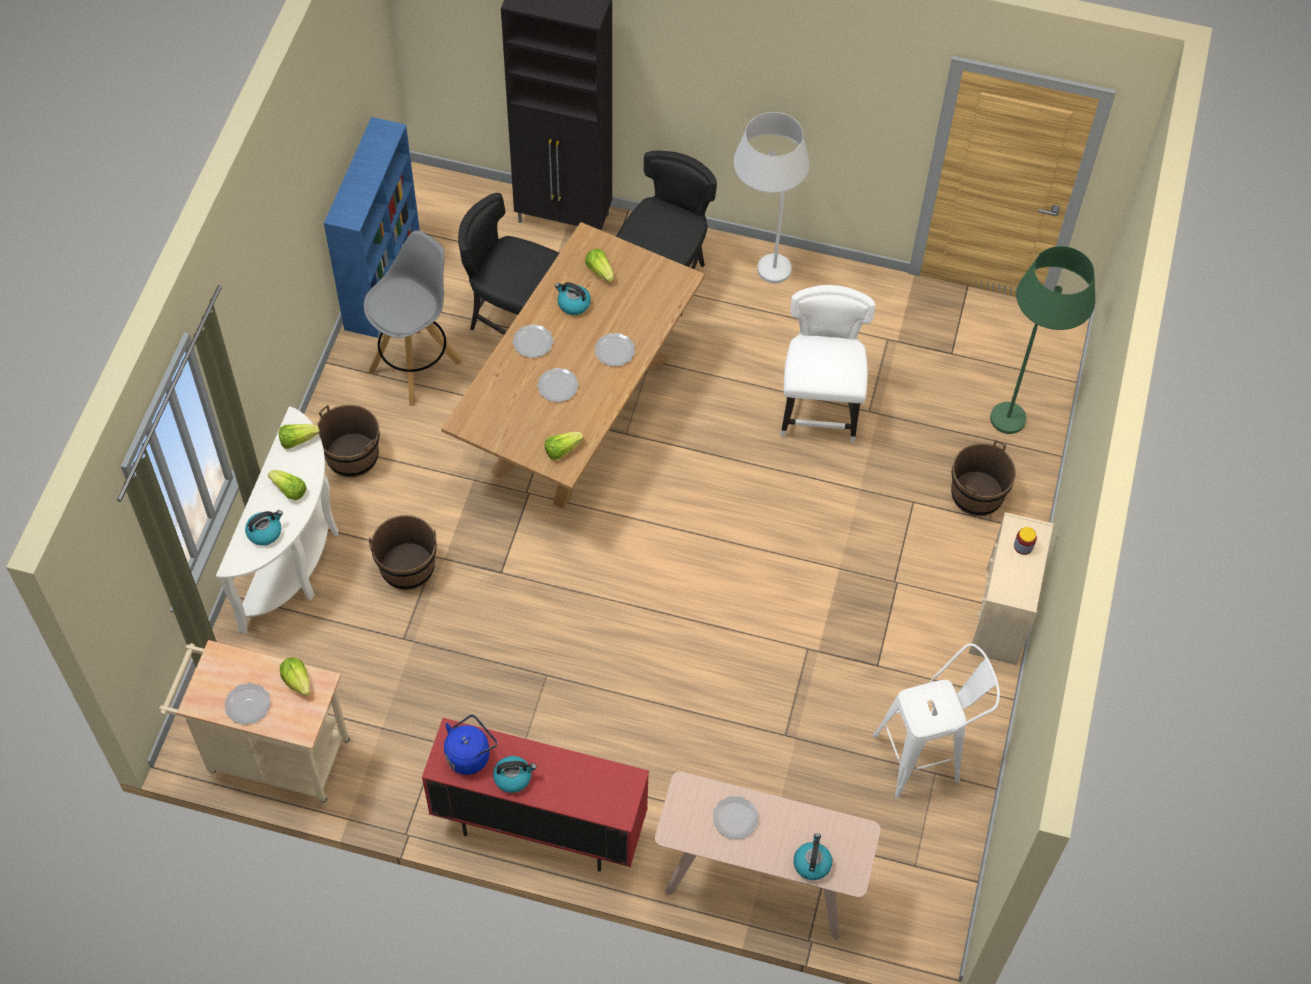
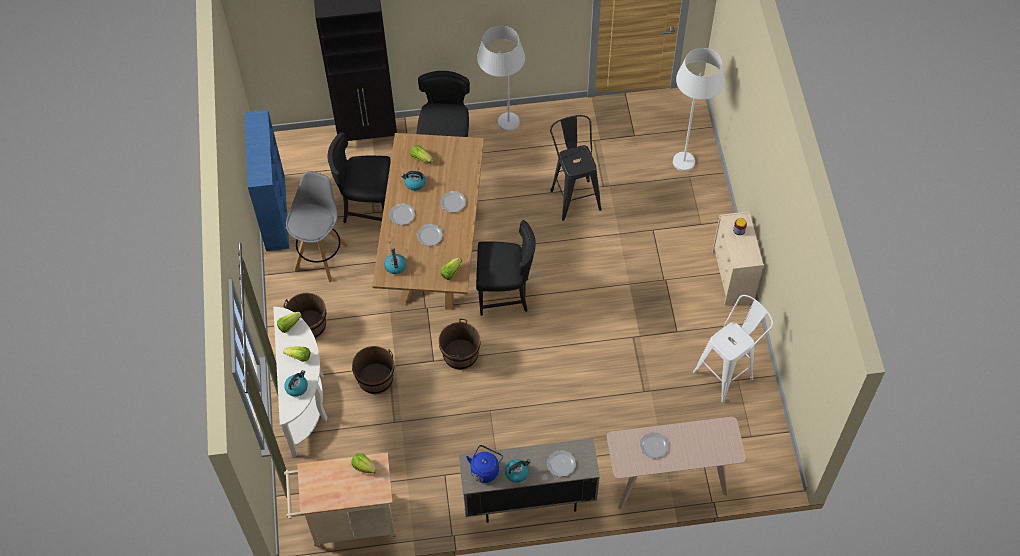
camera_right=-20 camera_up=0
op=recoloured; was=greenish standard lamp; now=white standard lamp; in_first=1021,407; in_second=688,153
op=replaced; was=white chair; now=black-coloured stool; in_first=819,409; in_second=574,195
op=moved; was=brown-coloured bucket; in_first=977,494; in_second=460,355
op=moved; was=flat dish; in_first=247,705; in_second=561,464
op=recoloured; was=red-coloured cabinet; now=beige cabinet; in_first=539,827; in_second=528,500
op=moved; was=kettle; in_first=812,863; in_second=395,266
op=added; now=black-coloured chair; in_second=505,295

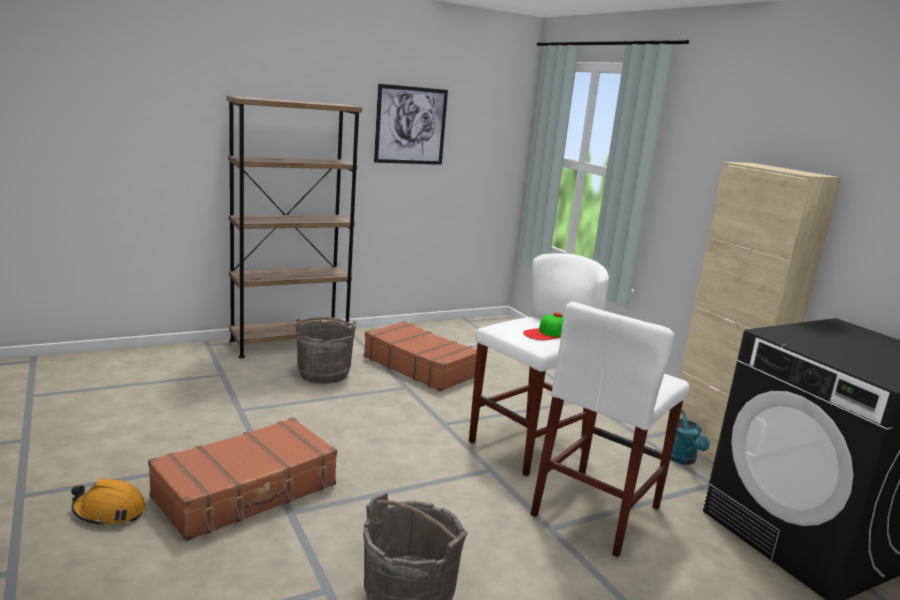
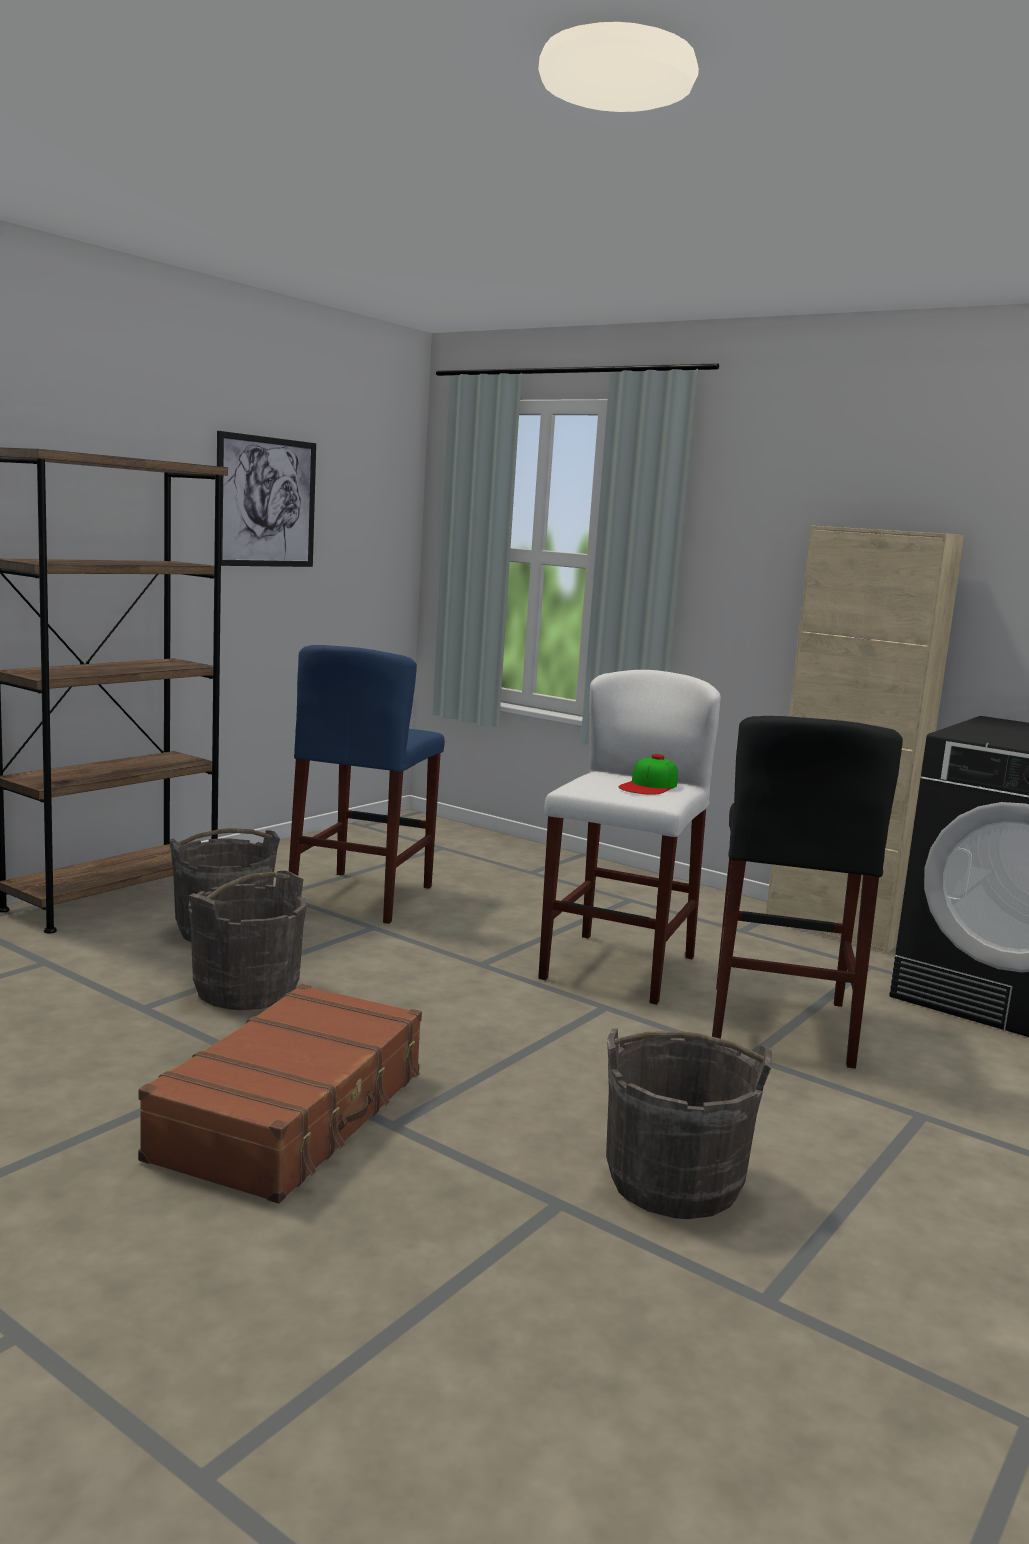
camera_right=-25 camera_up=-5
op=recoloured; was=white stool; now=black-coloured stool; in_first=596,511; in_second=780,1024
op=replaced; was=brown-coloured piece of luggage; now=blue stool; in_first=420,366; in_second=362,896
op=removed; was=blue-green sprinkling can; in_first=682,460
op=removed; was=orange hard hat; in_first=109,512
op=added; now=greyish bucket; in_second=246,990

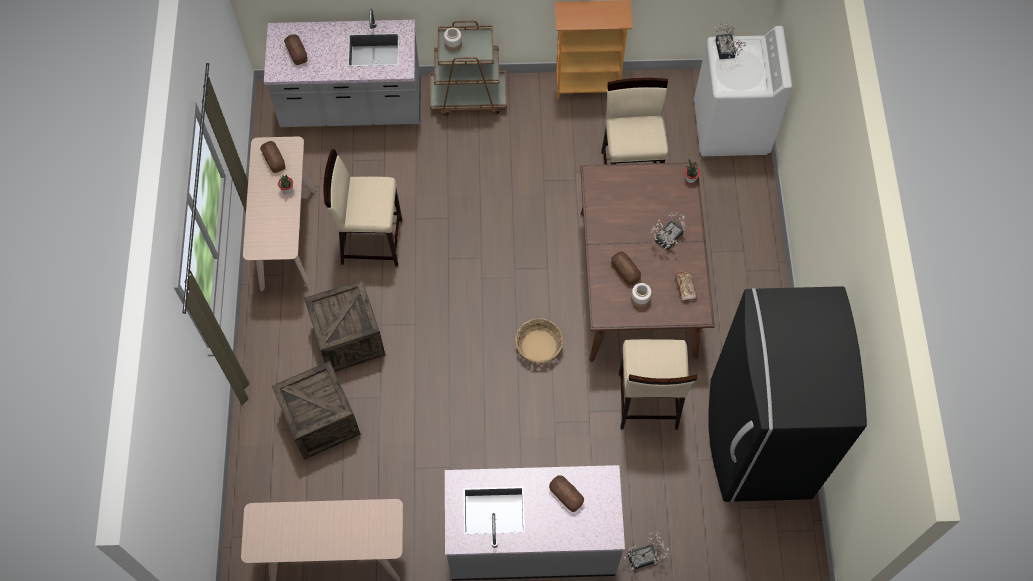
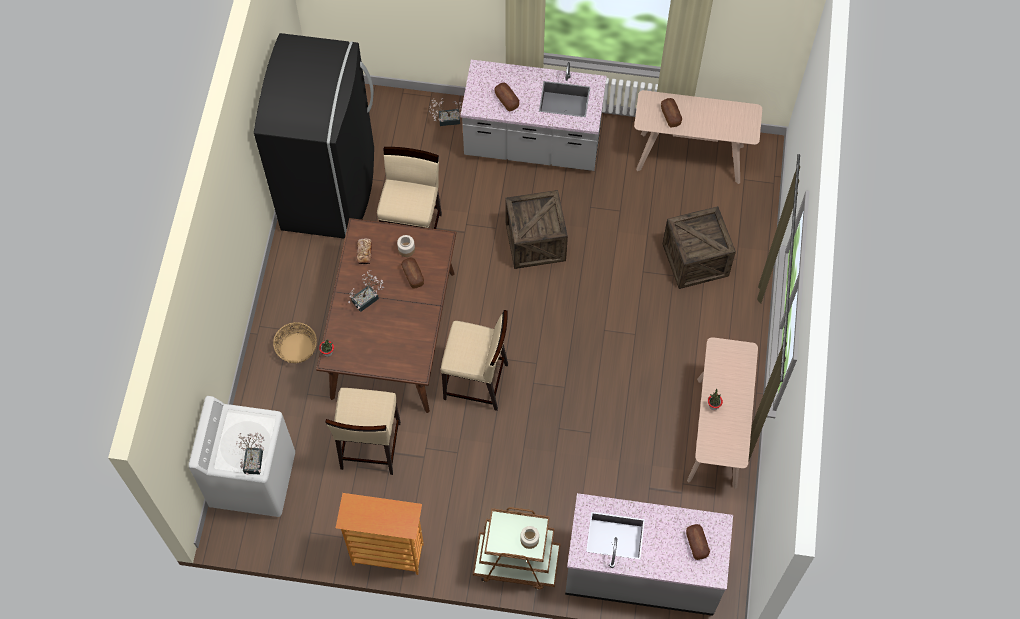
camera_right=-170 camera_up=0
op=moved; was=bread; in_first=274,160; in_second=670,116
op=moved; was=beige stool; in_first=371,241; in_second=476,382
op=moved; was=packing crate; in_first=348,338; in_second=535,242
op=moved; was=household basket; in_first=539,346; in_second=296,348

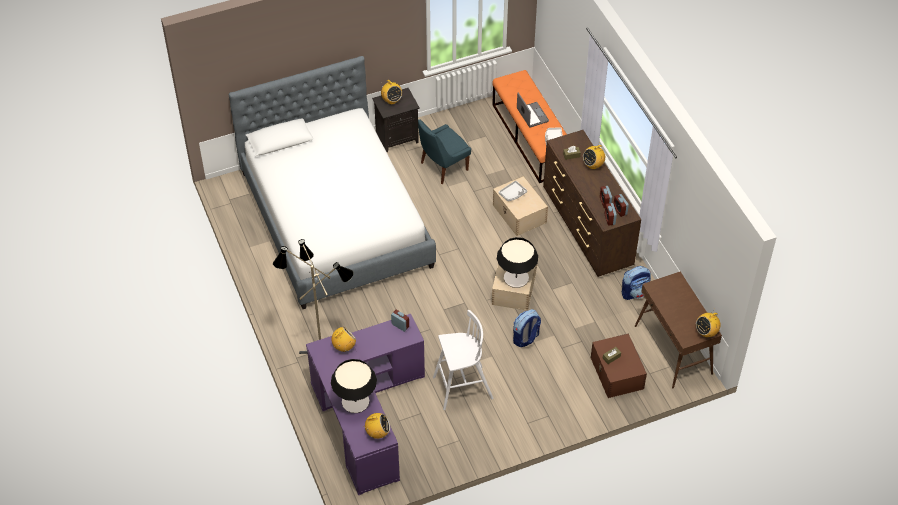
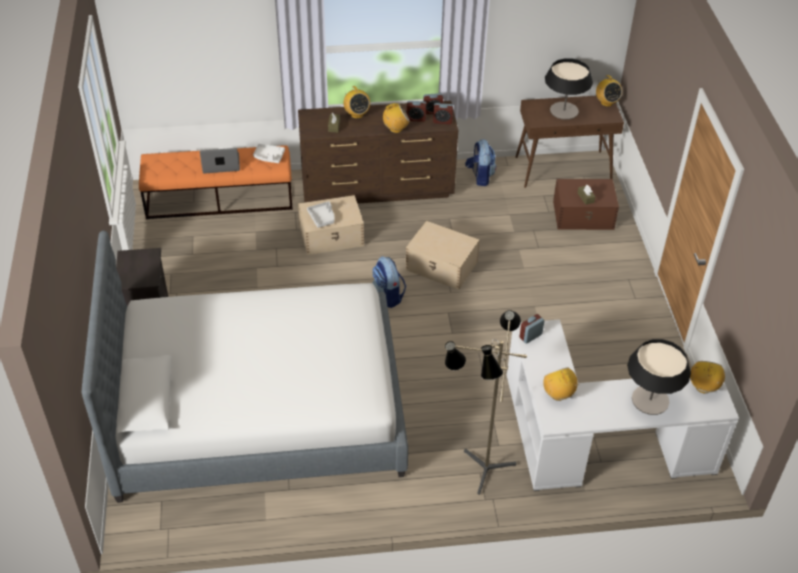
camera_right=-75 camera_up=-5
op=moved; was=radio; in_first=391,100; in_second=395,129
op=removed; was=blue chair; in_first=442,167
op=moved; was=table lamp; in_first=516,277; in_second=564,111
op=moved; was=rucksack; in_first=525,338; in_second=388,296
op=removed; was=white stool; in_first=461,388
op=recoloured; was=purple desk unit; now=white desk unit; in_first=364,413; in_second=593,443

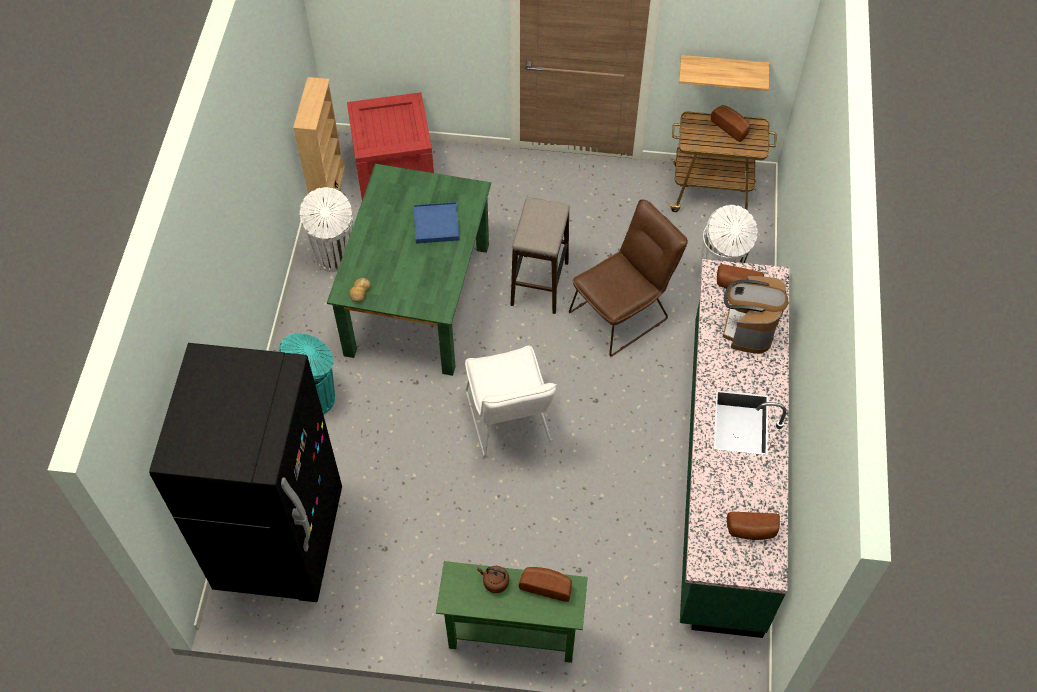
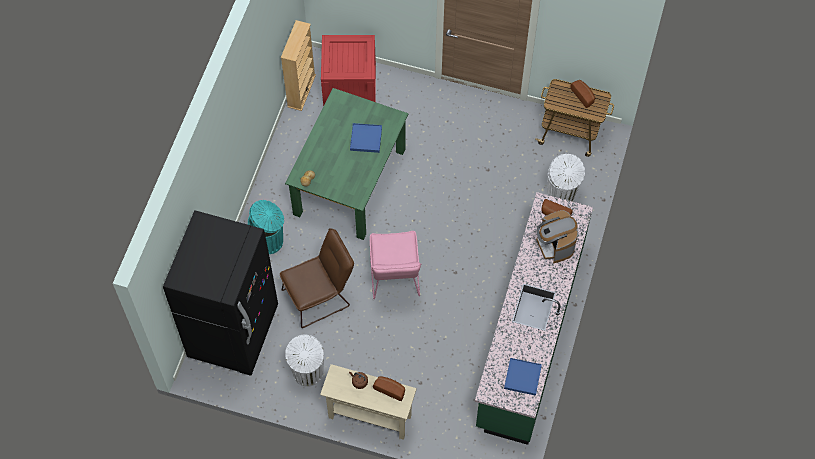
camera_right=10 camera_up=5
op=removed; was=shelf; in_first=723,69
op=moved; was=white trash can; in_first=335,257; in_second=308,373
op=removed; was=stool; in_first=540,283
op=moved; was=brown-coloured chair; in_first=623,312; in_second=320,296
op=turned; was=coffee brewer; in_first=748,328; in_second=554,245; clockwise=-45
op=recoloured; was=white chair; now=pink chair; in_first=509,423; in_second=395,279
op=replaced; was=bread; now=blue carrying tray; in_first=751,531; in_second=522,377
op=recoloured; was=greenish hall table; now=beige hall table; in_first=512,635; in_second=370,416

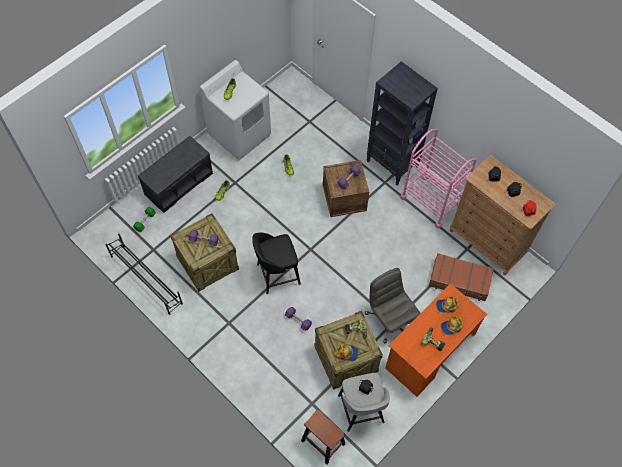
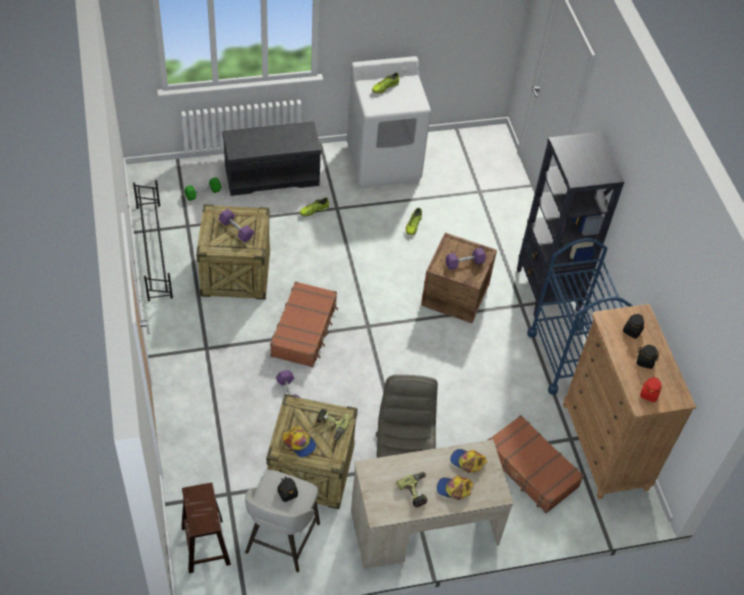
camera_right=30 camera_up=-10
op=recoloured; was=pink wheeled cart; now=blue wheeled cart; in_first=431,201; in_second=566,358
op=replaced; was=black-coloured stool; now=brown-coloured piece of luggage; in_first=276,274; in_second=304,330
op=recoloured; was=orange desk unit; now=beige desk unit; in_first=429,351; in_second=424,528

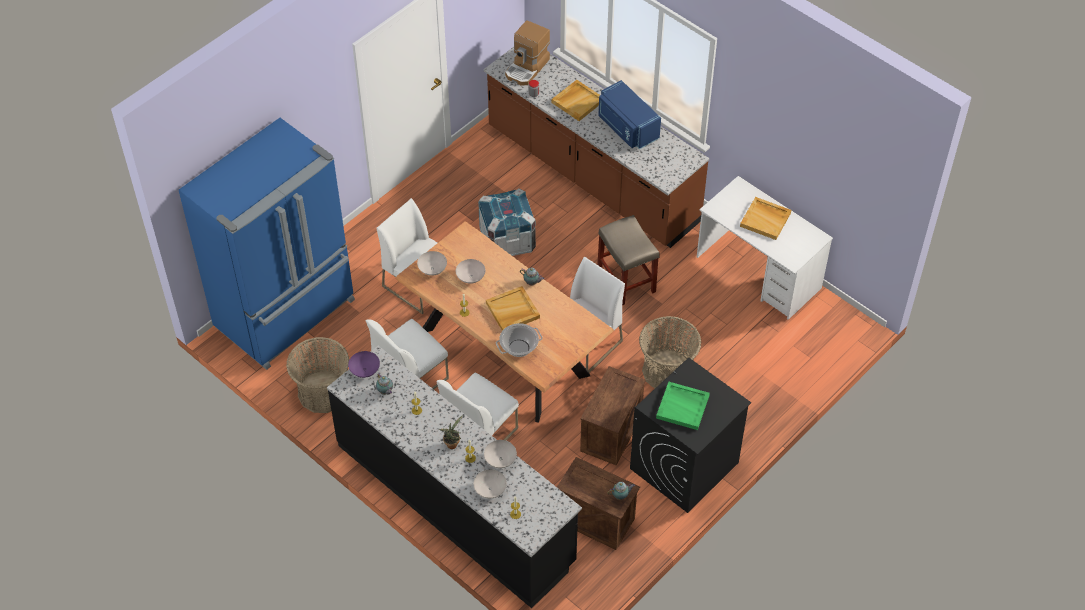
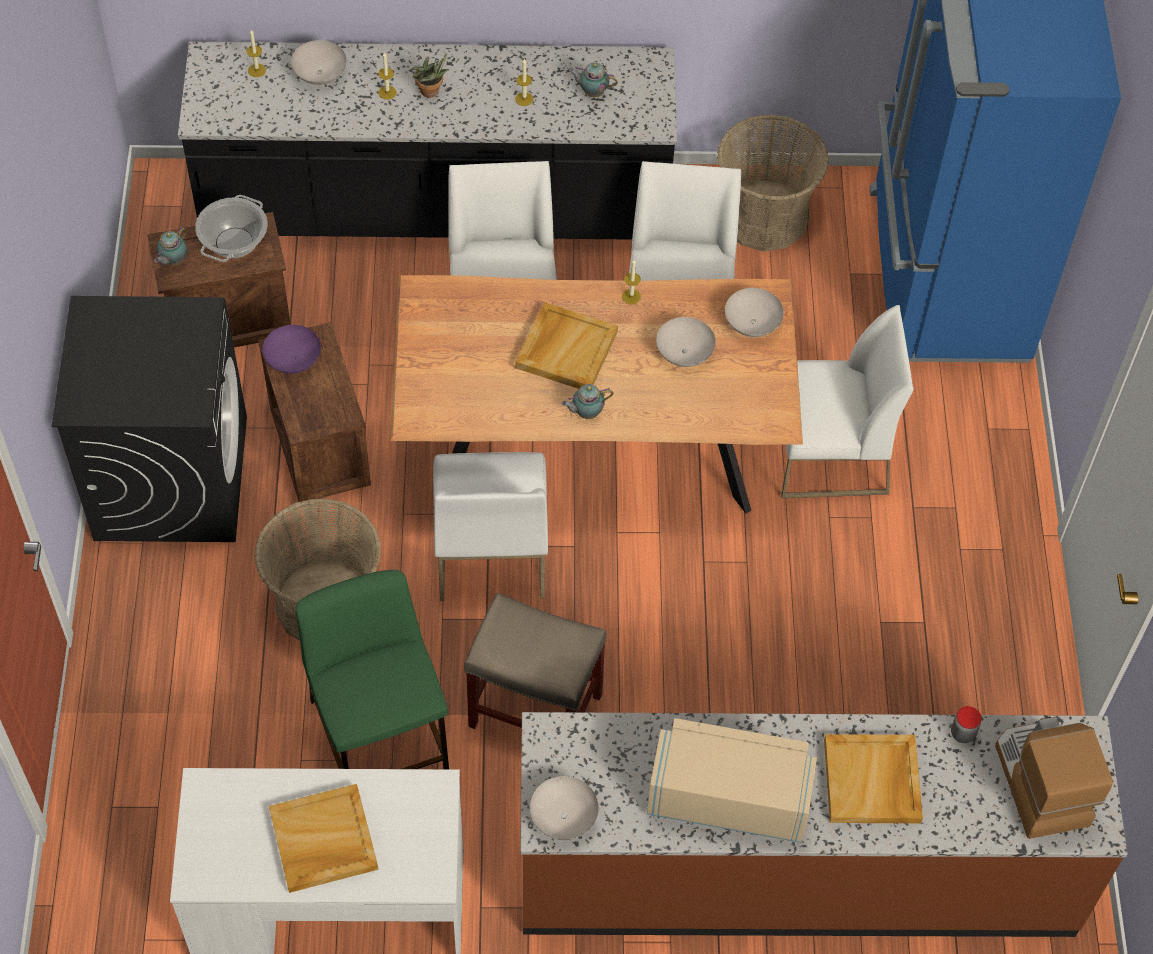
camera_right=135 camera_up=5
op=recoloured; was=blue kitchen microwave; now=beige kitchen microwave; in_first=627,127; in_second=729,796
op=removed; was=packing crate; in_first=507,240
op=moved; was=saucepot; in_first=519,348; in_second=234,243
op=moved; was=purple deep dish; in_first=364,371; in_second=292,360
op=removed; was=greenish carrying tray; in_first=683,407
op=moved; was=white deep dish; in_first=499,460; in_second=564,817
op=added; now=greenish stool; in_second=381,740

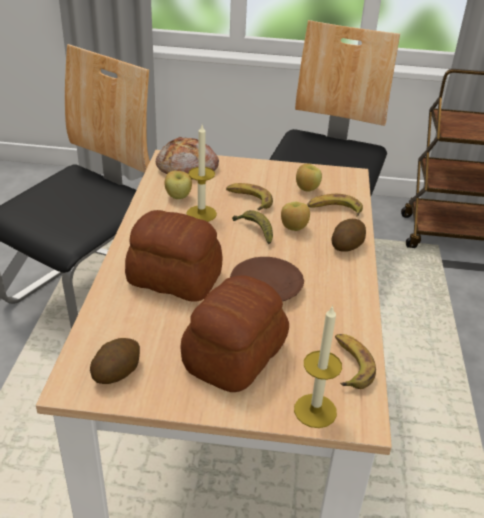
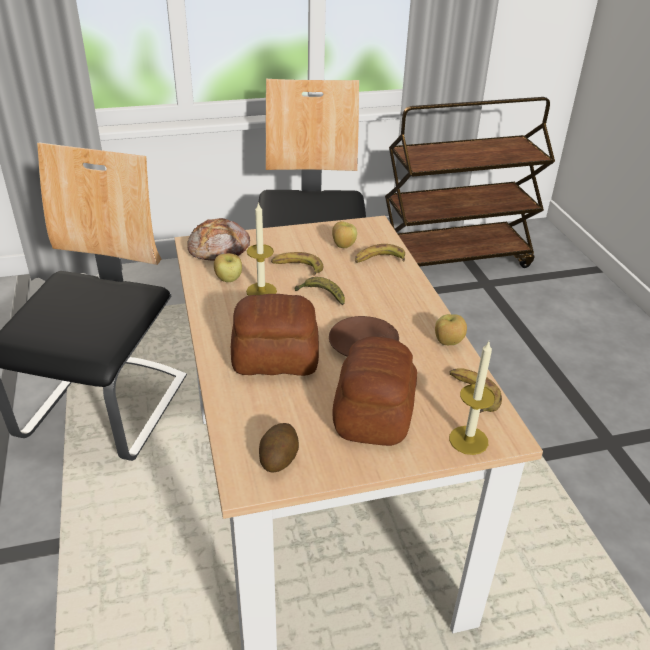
camera_right=-20 camera_up=0
op=moved; was=apple; in_first=293,228; in_second=448,342
op=removed; was=whole potato; in_first=347,245

